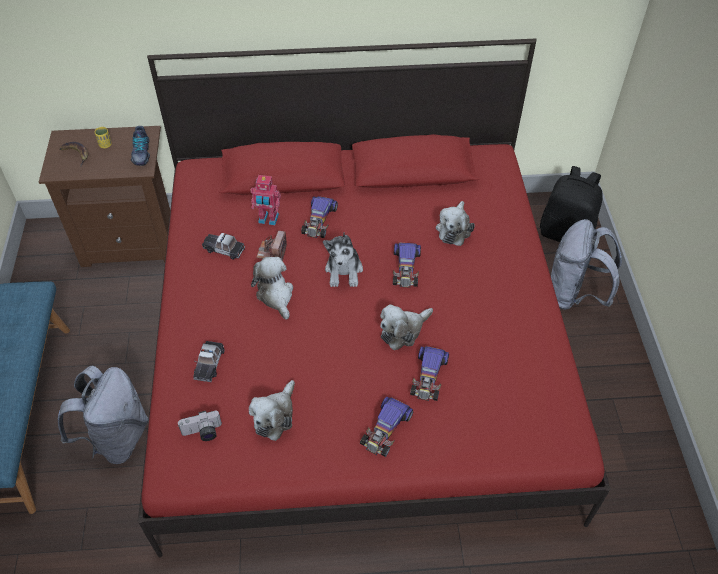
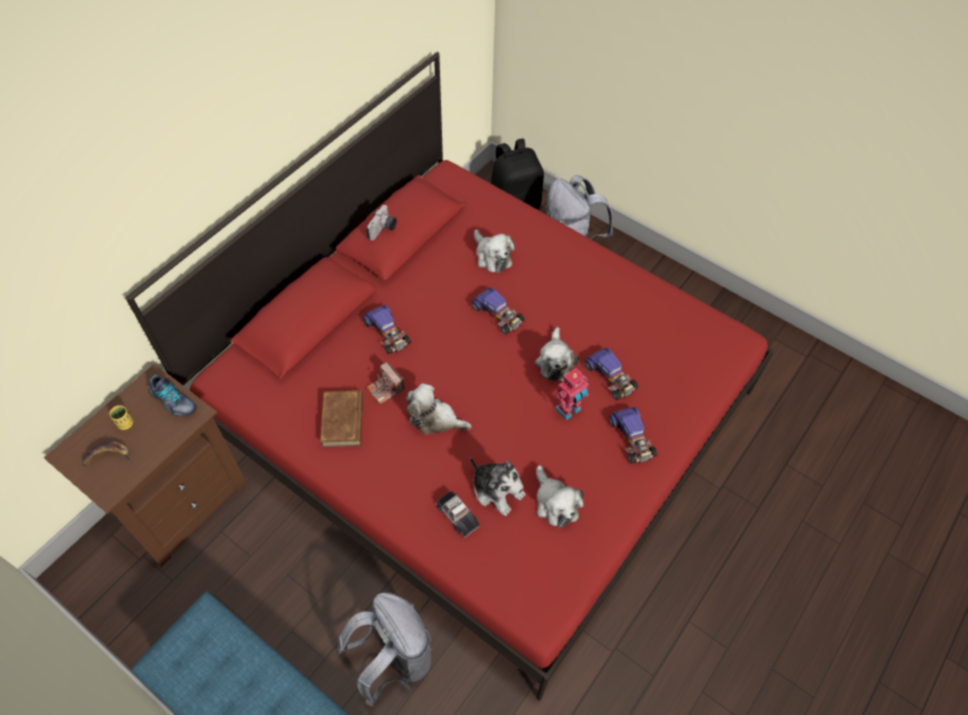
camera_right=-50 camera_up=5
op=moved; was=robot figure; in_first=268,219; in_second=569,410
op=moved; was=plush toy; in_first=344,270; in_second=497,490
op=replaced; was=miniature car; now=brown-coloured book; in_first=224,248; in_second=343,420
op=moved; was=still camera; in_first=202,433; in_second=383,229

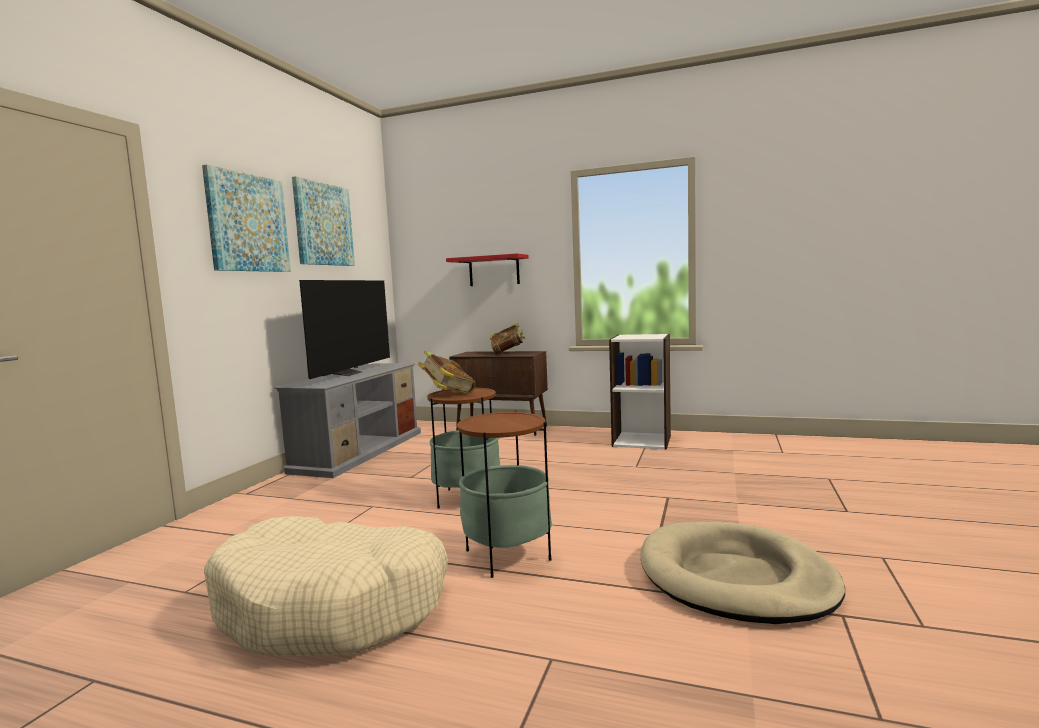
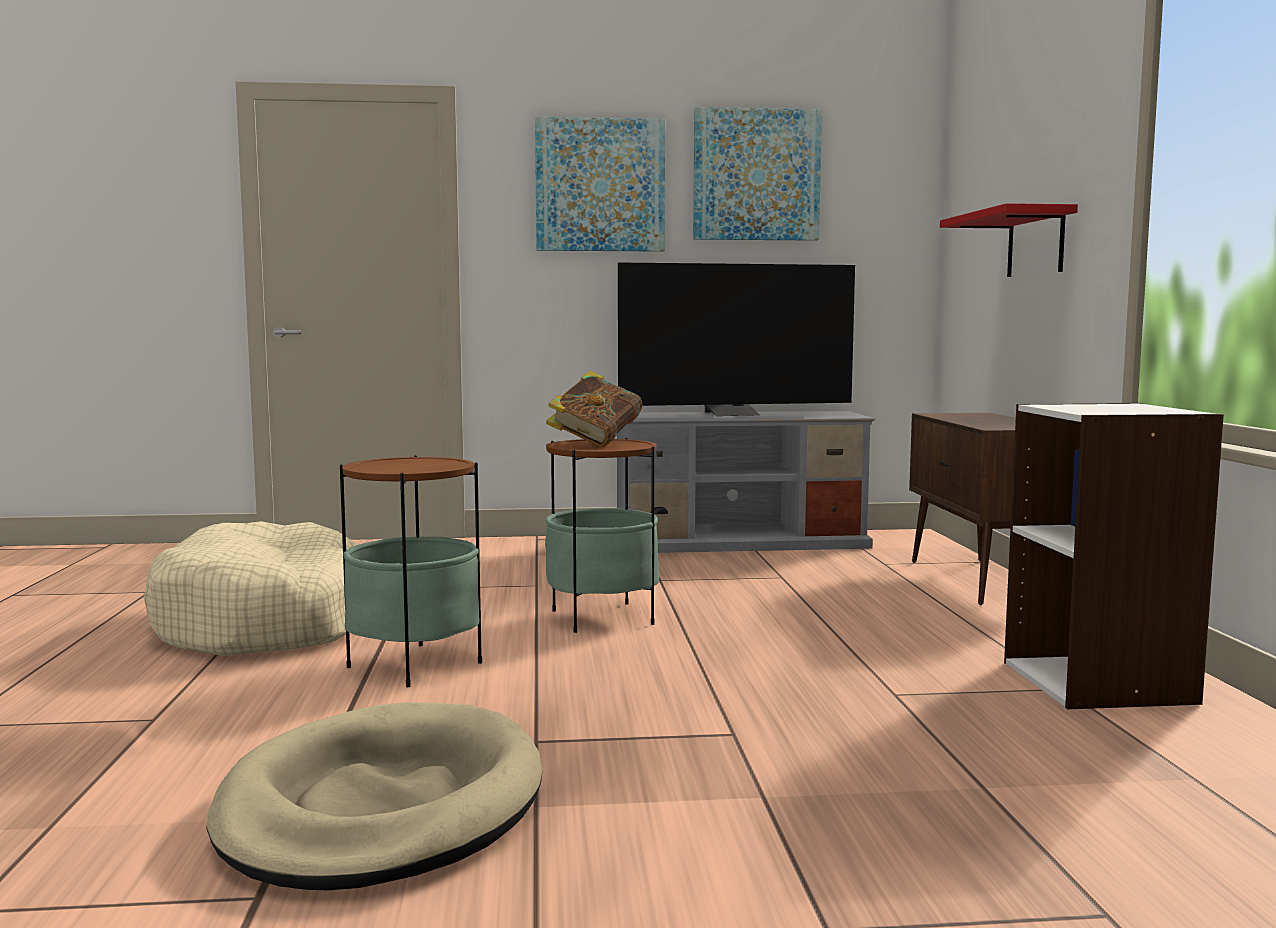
camera_right=65 camera_up=0
op=removed; was=book; in_first=508,353

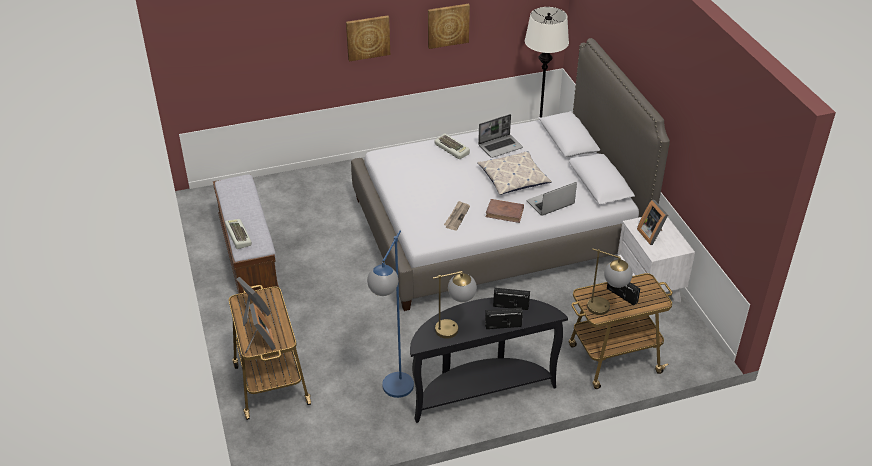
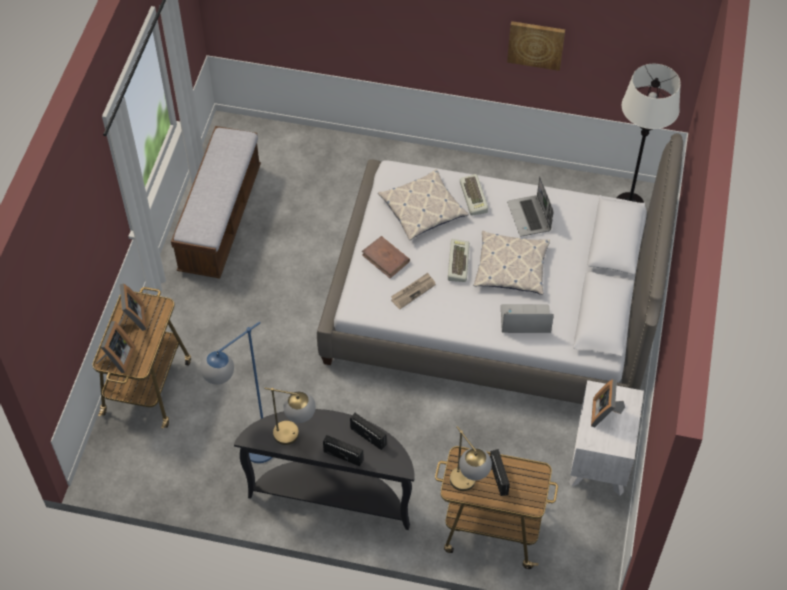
camera_right=30 camera_up=15
op=removed; was=wall art; in_first=368,37
op=turned; was=portable computer; in_first=500,146; in_second=529,217; clockwise=75
op=moved; was=brown-coloured book; in_first=505,212; in_second=386,258
op=moved; was=keyboard; in_first=237,236; in_second=457,262
op=added; now=throw pillow; in_second=422,209

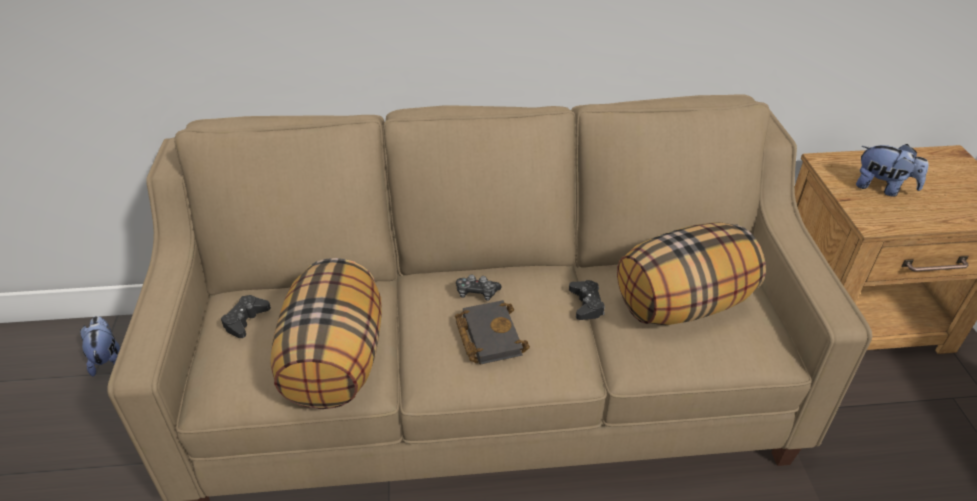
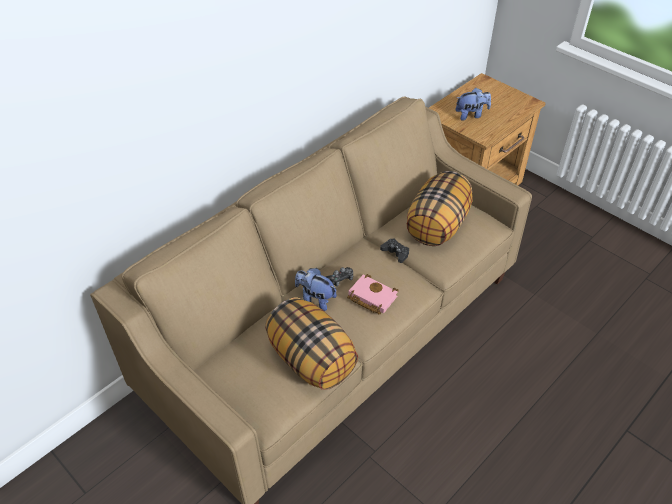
camera_right=-40 camera_up=5
op=removed; was=black-coloured gamepad; in_first=245,320
op=recoloured; was=black-coloured book; now=pink book; in_first=488,335; in_second=370,297
op=moved; was=plush toy; in_first=107,359; in_second=315,298

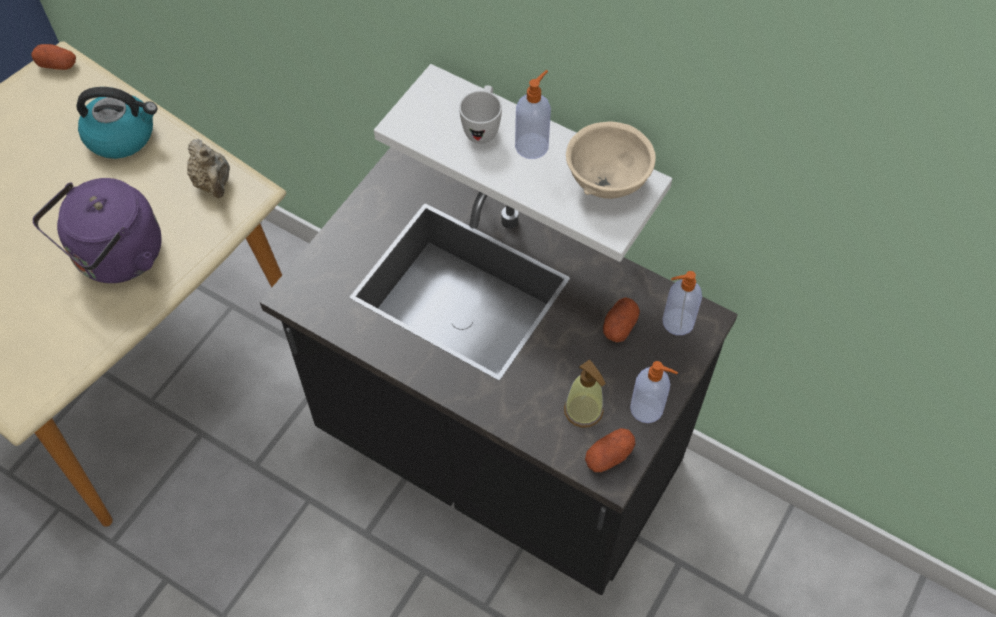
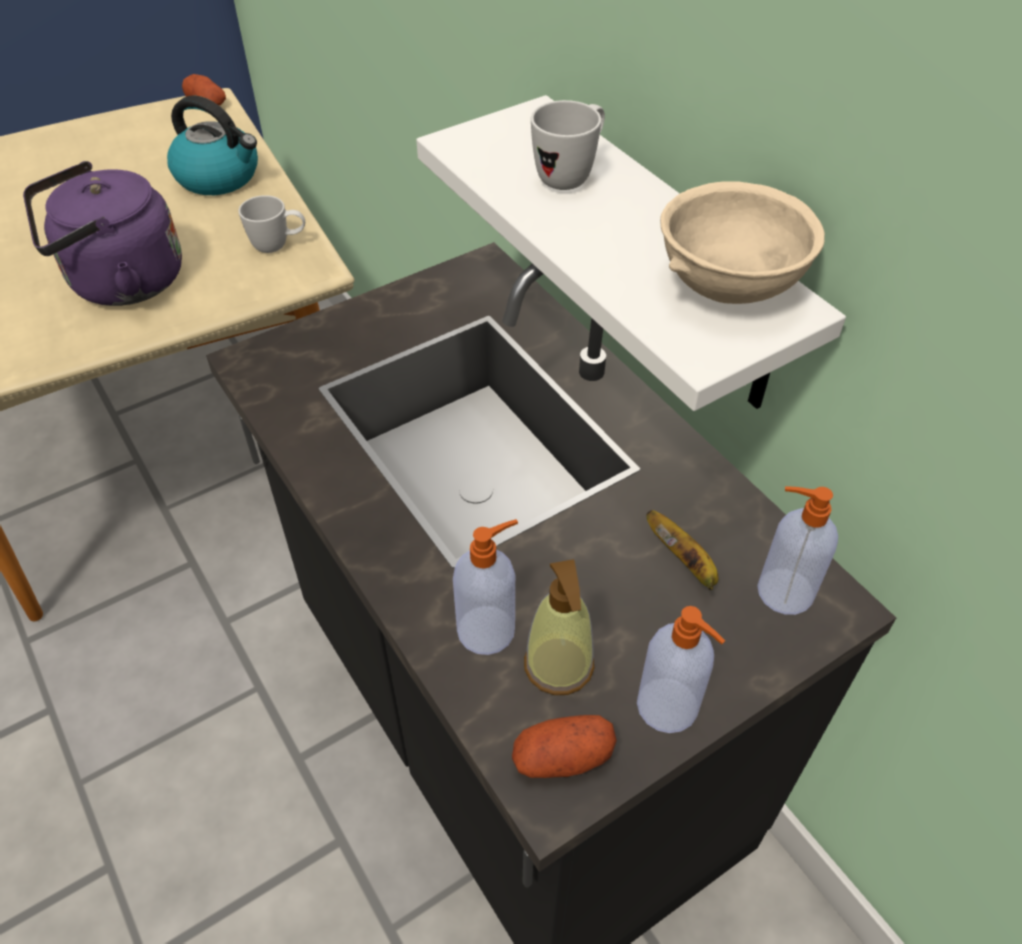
camera_right=25 camera_up=-10
op=moved; was=liquid soap bottle; in_first=532,145; in_second=488,629
op=replaced; was=beige teapot; now=white mug; in_first=213,183; in_second=279,246
op=replaced; was=whole potato; now=banana fruit; in_first=619,326; in_second=684,562

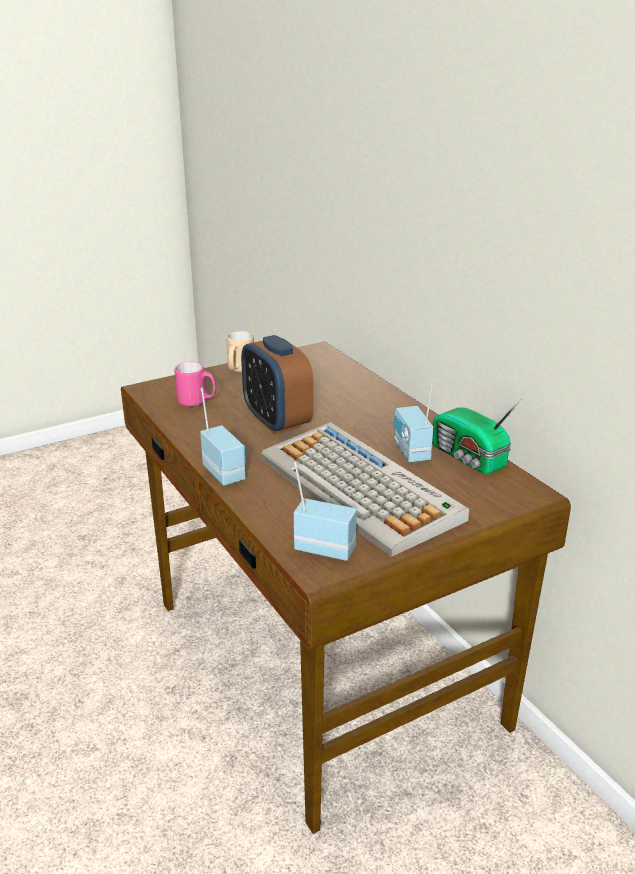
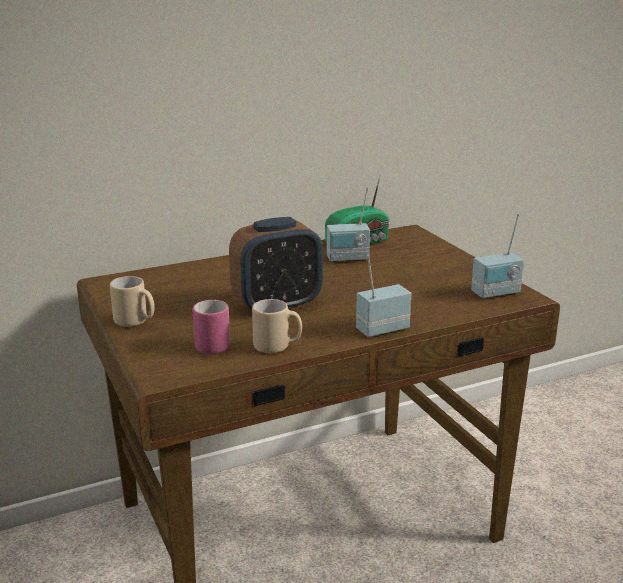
camera_right=-85 camera_up=-5
op=removed; was=keyboard; in_first=361,489
op=turned; was=radio; in_first=325,548; in_second=496,293; clockwise=-135
op=added; now=beige mug; in_second=277,347

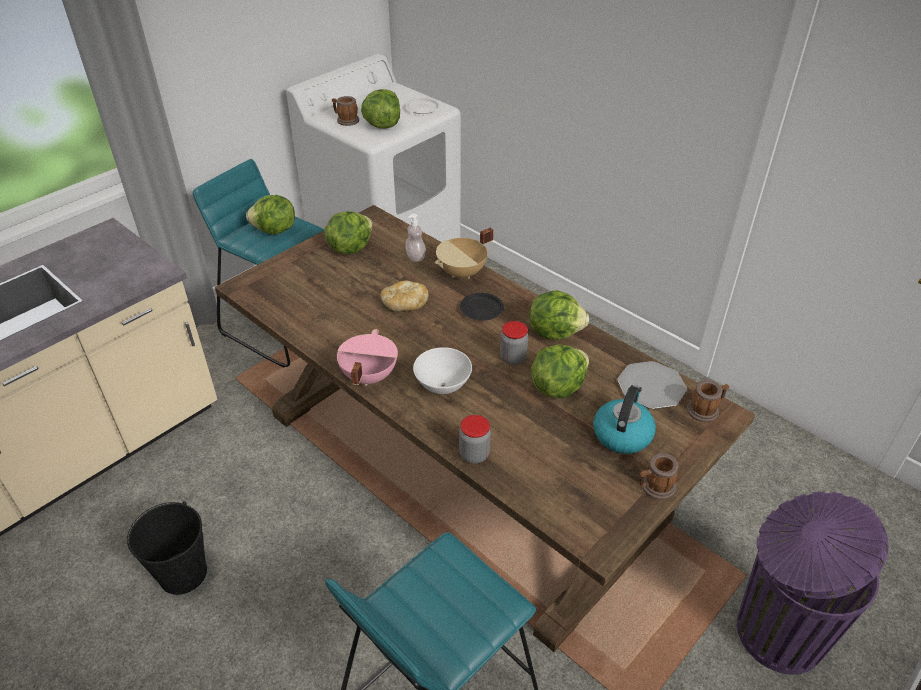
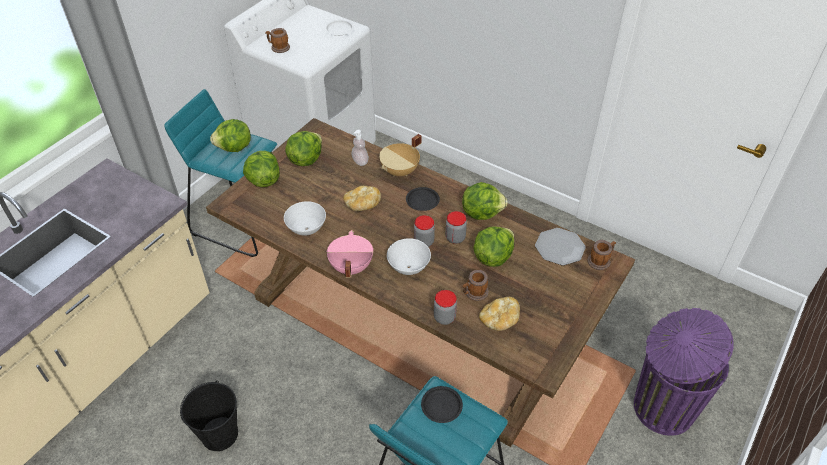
camera_right=-10 camera_up=5
op=moved; was=lettuce; in_first=382,125; in_second=263,180
op=removed; was=kettle; in_first=622,434
op=moved; was=mug; in_first=654,487; in_second=474,293
op=added; now=white deep dish; in_second=307,229
op=added; now=jar; in_second=424,242
op=added; now=bread; in_second=499,320
op=added; now=black-coloured flat dish; in_second=442,406

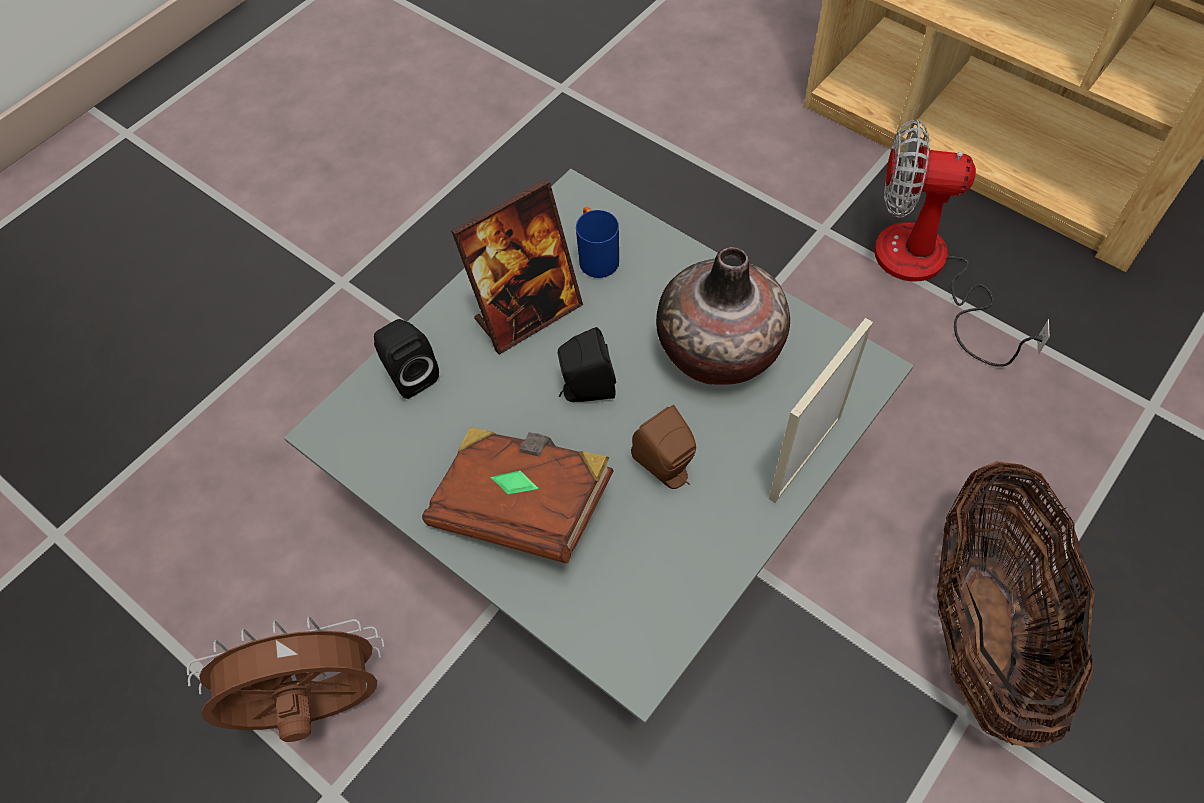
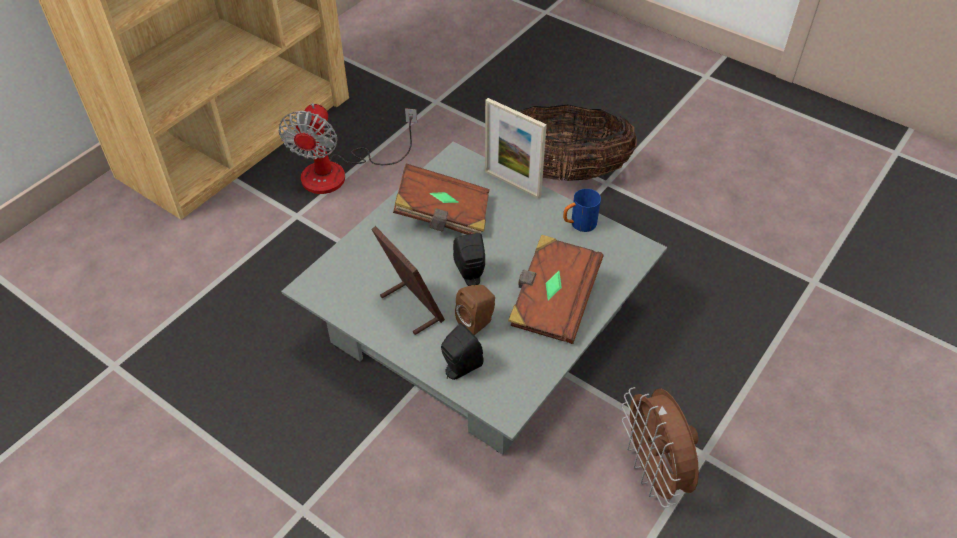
camera_right=-95 camera_up=-10
op=moved; was=blue mug; in_first=596,256; in_second=579,225
op=replaced; was=flower vase; now=brown-coloured book; in_first=719,351; in_second=443,216
op=moved; was=brown-coloured speaker; in_first=667,469; in_second=477,322

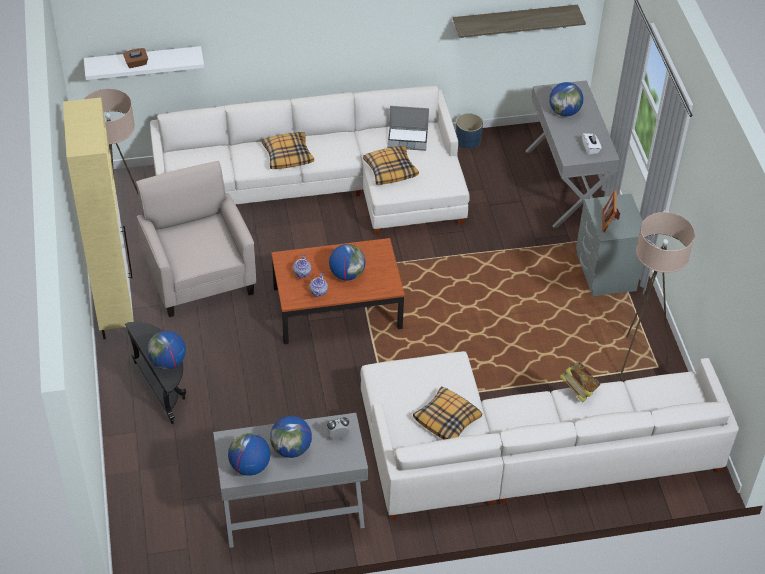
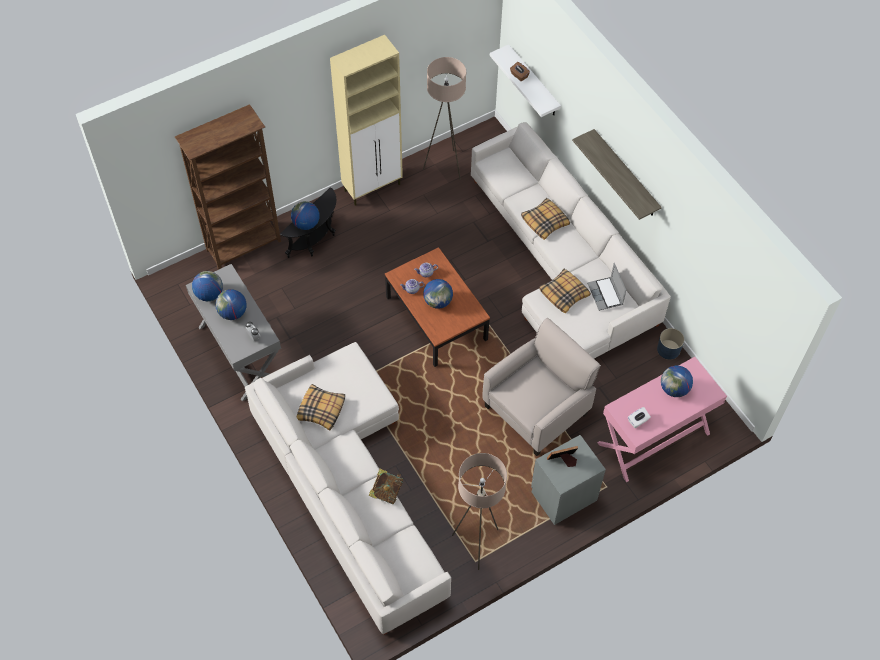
camera_right=70 camera_up=10
op=moved; was=shelf; in_first=514,21; in_second=625,174
op=recoloured; was=greyish hall table; now=pink hall table; in_first=566,185; in_second=653,438
op=moved; was=beige easy chair; in_first=199,275; in_second=537,409
op=added; now=brown-coloured shelving unit; in_second=244,246

